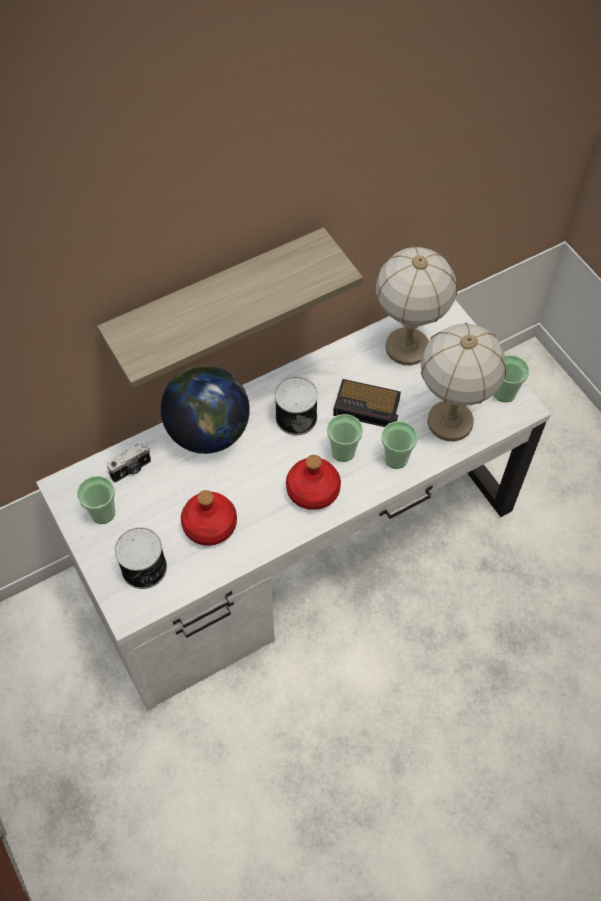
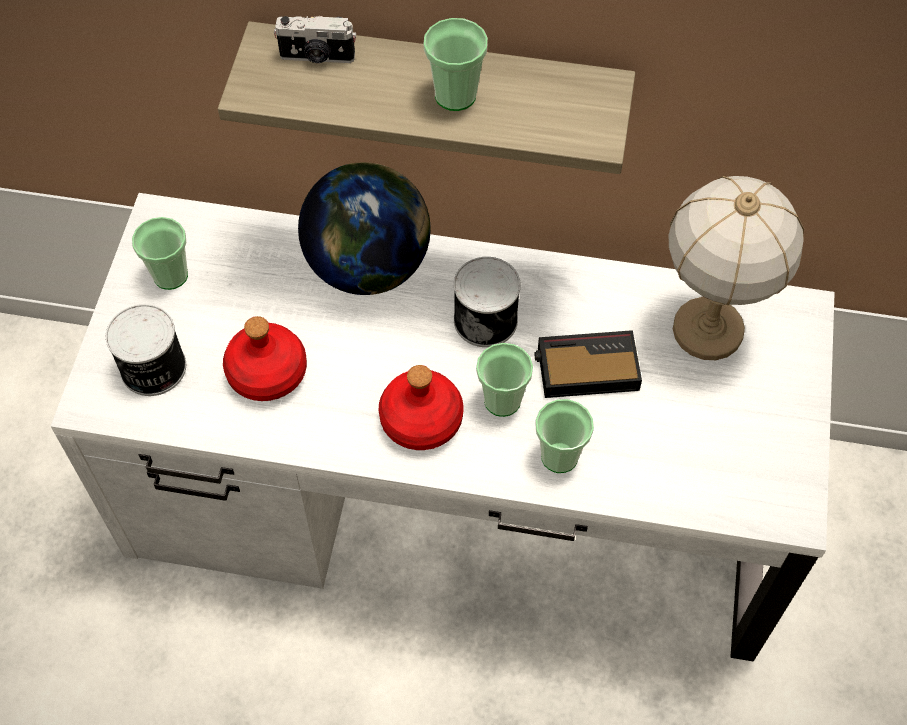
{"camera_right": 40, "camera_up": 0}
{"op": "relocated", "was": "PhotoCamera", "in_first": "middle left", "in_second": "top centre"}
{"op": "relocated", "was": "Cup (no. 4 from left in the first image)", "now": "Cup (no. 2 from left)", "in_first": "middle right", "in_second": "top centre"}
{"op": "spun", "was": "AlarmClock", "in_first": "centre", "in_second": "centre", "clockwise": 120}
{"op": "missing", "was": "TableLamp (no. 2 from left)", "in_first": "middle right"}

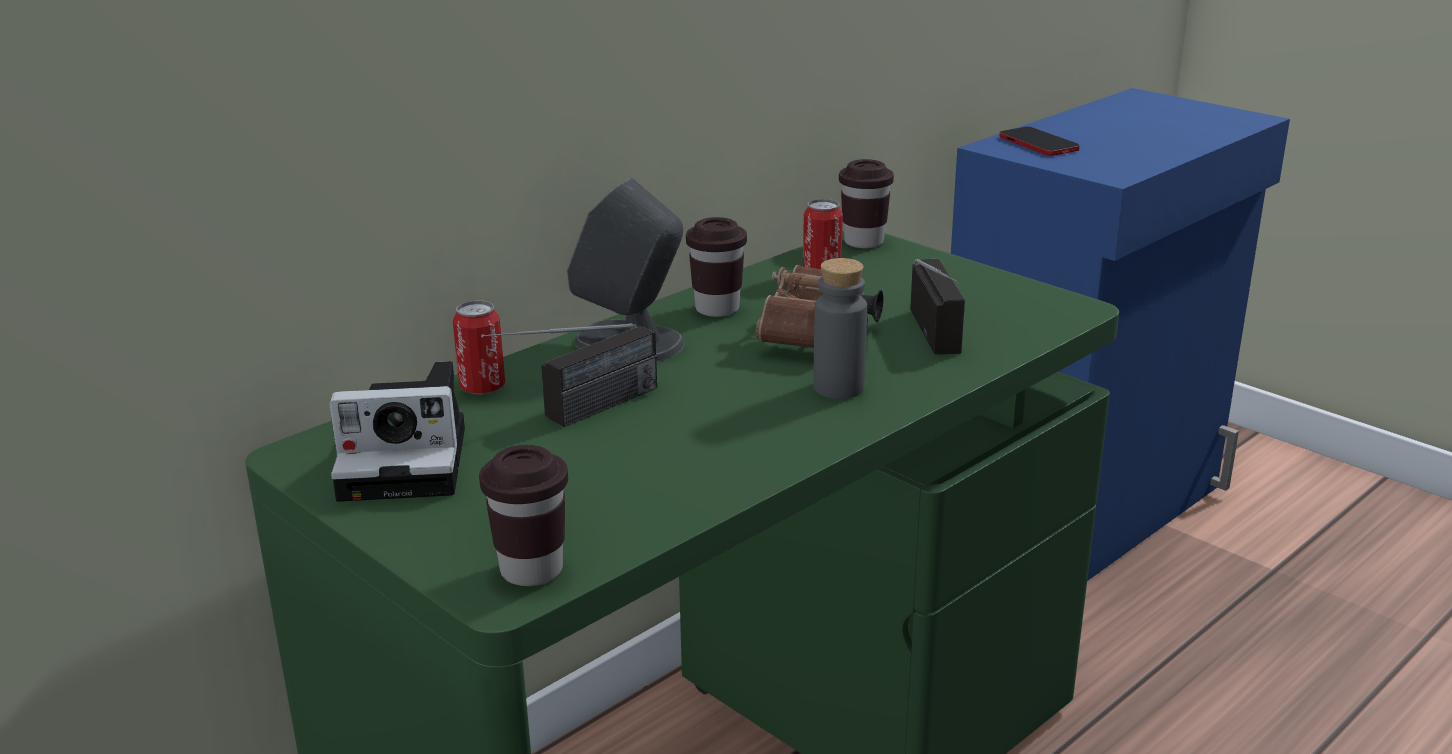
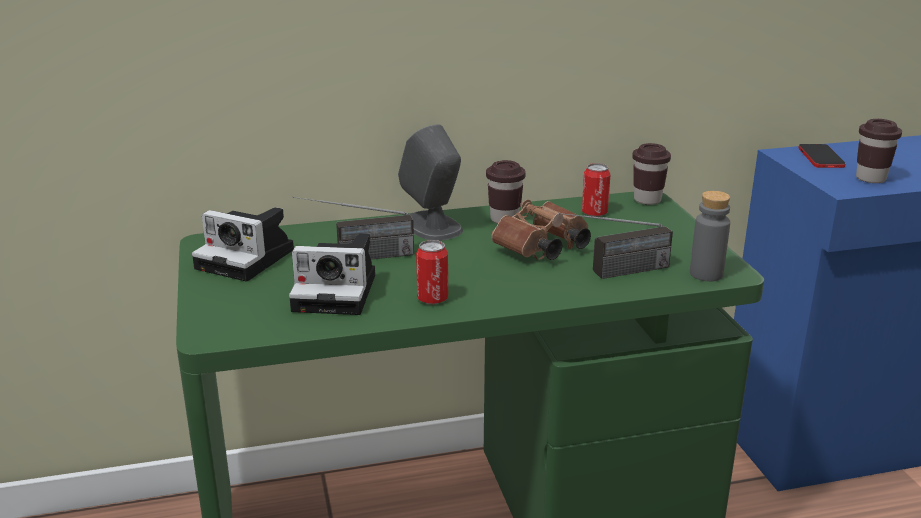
{"camera_right": 30, "camera_up": 0}
{"op": "appeared", "now": "PhotoCamera (no. 2 from left)", "in_second": "centre"}
{"op": "relocated", "was": "Can (no. 1 from left)", "in_first": "middle left", "in_second": "centre"}
{"op": "spun", "was": "Radio (no. 2 from left)", "in_first": "centre", "in_second": "middle right", "clockwise": 45}
{"op": "relocated", "was": "GreyBottle", "in_first": "centre", "in_second": "middle right"}
{"op": "relocated", "was": "BrownCup (no. 1 from left in the first image)", "now": "BrownCup (no. 3 from left)", "in_first": "bottom centre", "in_second": "top right"}

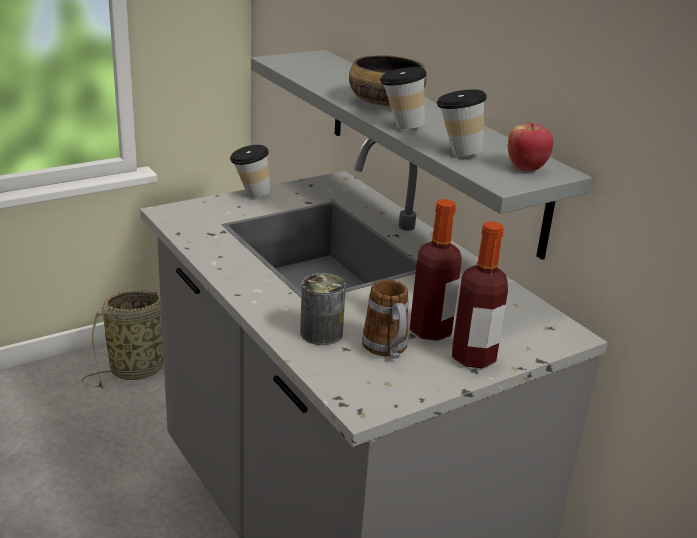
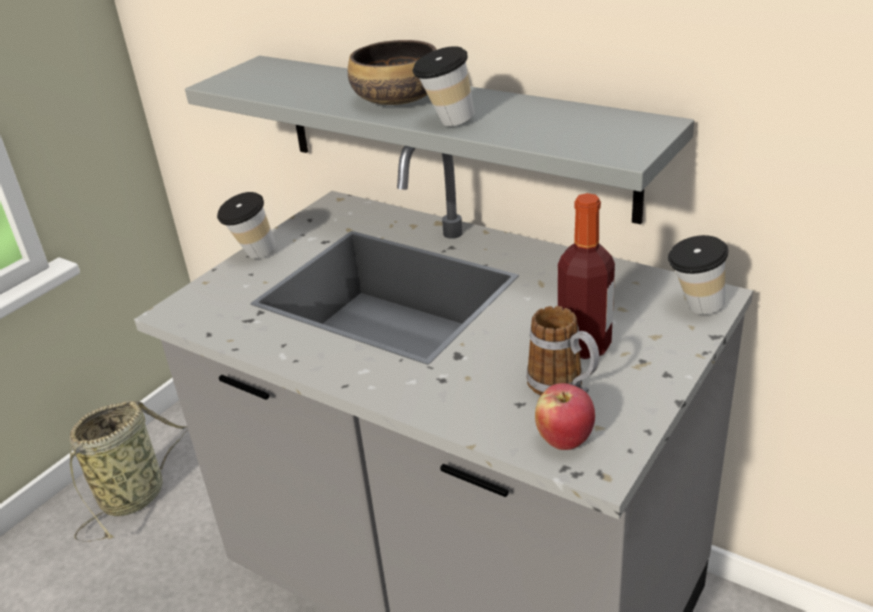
{"camera_right": -20, "camera_up": 5}
{"op": "relocated", "was": "Apple", "in_first": "top right", "in_second": "bottom centre"}
{"op": "relocated", "was": "Cup (no. 3 from left)", "in_first": "top centre", "in_second": "middle right"}
{"op": "missing", "was": "Can", "in_first": "centre"}
{"op": "missing", "was": "Bottle (no. 2 from left)", "in_first": "middle right"}

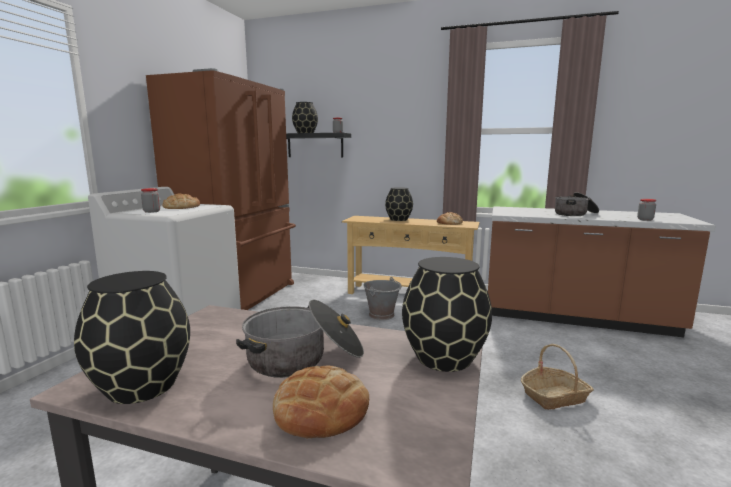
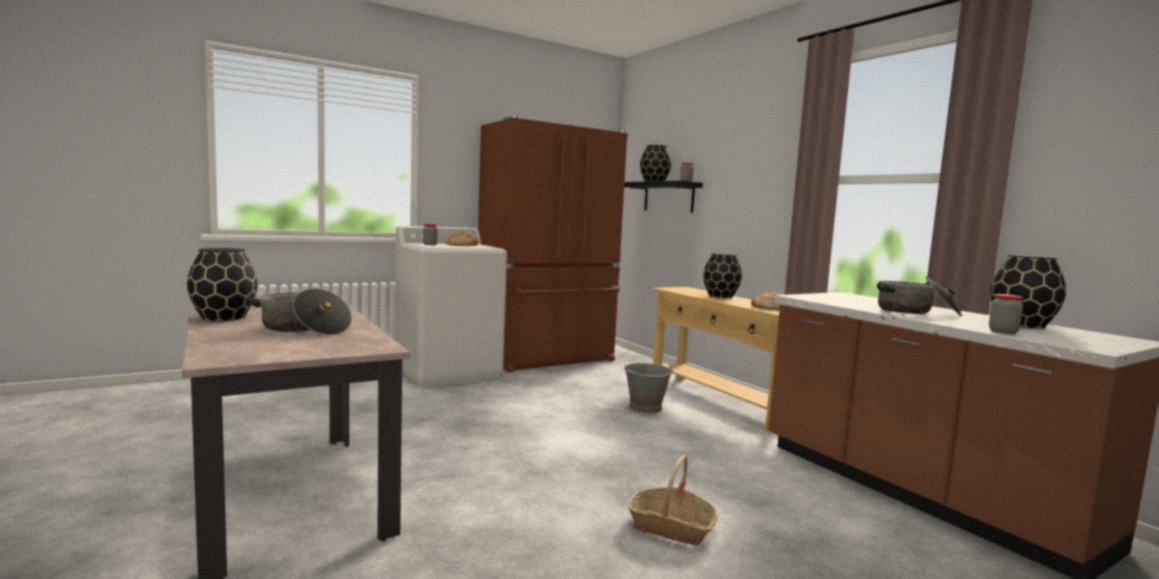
{"camera_right": 40, "camera_up": -5}
{"op": "relocated", "was": "BlackVase (no. 4 from left)", "in_first": "centre", "in_second": "middle right"}
{"op": "missing", "was": "Bread (no. 2 from left)", "in_first": "bottom centre"}

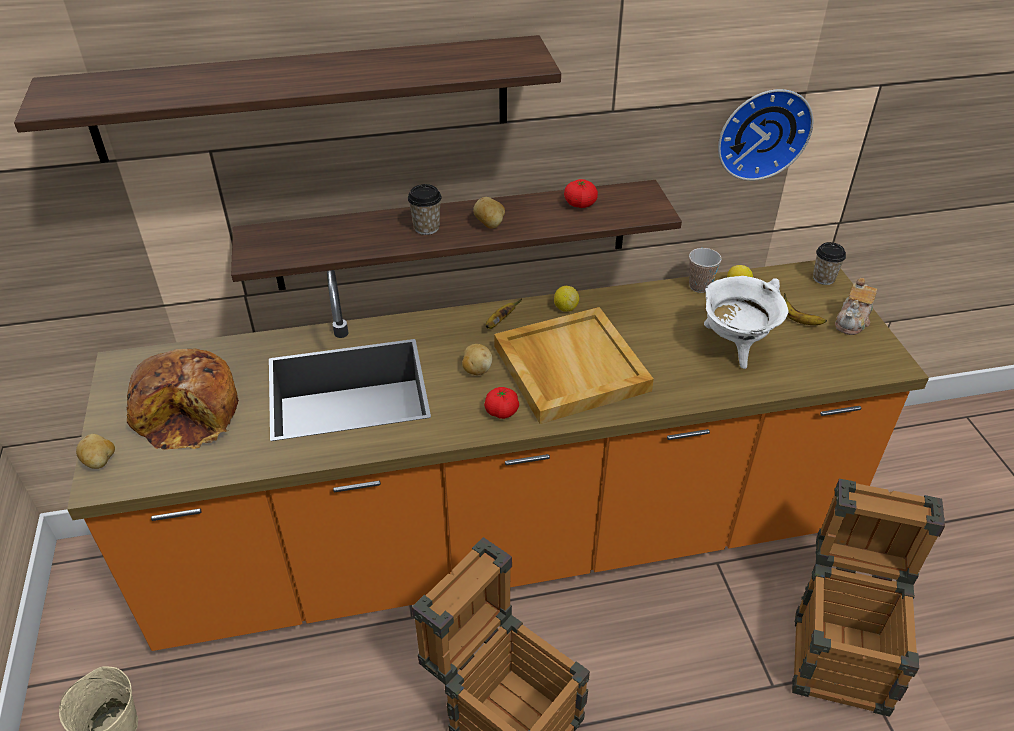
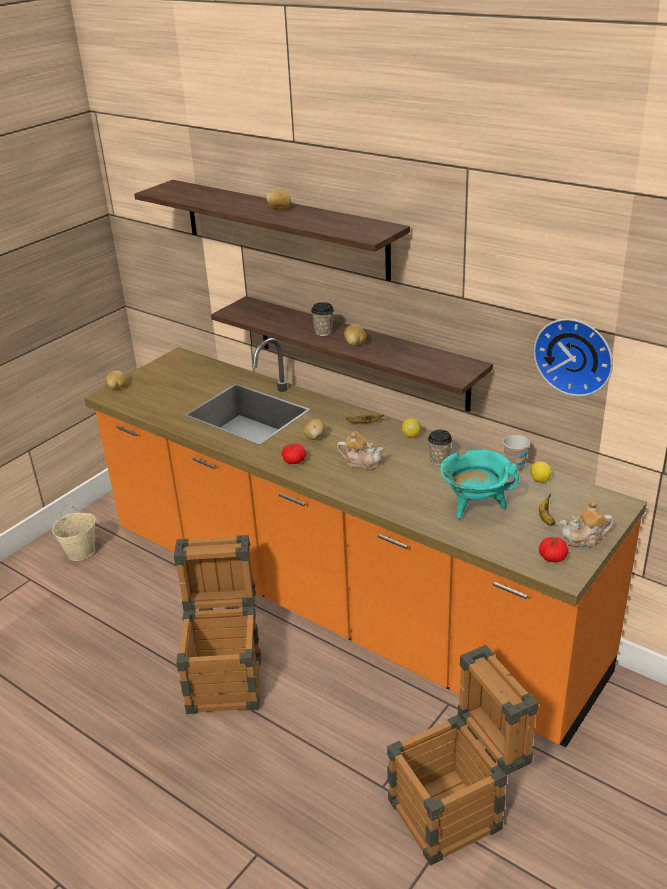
{"camera_right": 50, "camera_up": -10}
{"op": "appeared", "now": "Potato (no. 2 from left)", "in_second": "top centre"}
{"op": "exchanged", "was": "BeigeTray", "now": "Teapot (no. 1 from left)", "in_first": "centre", "in_second": "centre"}
{"op": "relocated", "was": "Cup (no. 3 from left in the first image)", "now": "Cup (no. 2 from left)", "in_first": "middle right", "in_second": "centre"}
{"op": "colour", "was": "WhiteCookingPot", "now": "TurquoiseCookingPot", "in_first": "middle right", "in_second": "middle right"}
{"op": "relocated", "was": "Tomato (no. 2 from left)", "in_first": "top centre", "in_second": "middle right"}
{"op": "missing", "was": "Bread", "in_first": "middle left"}

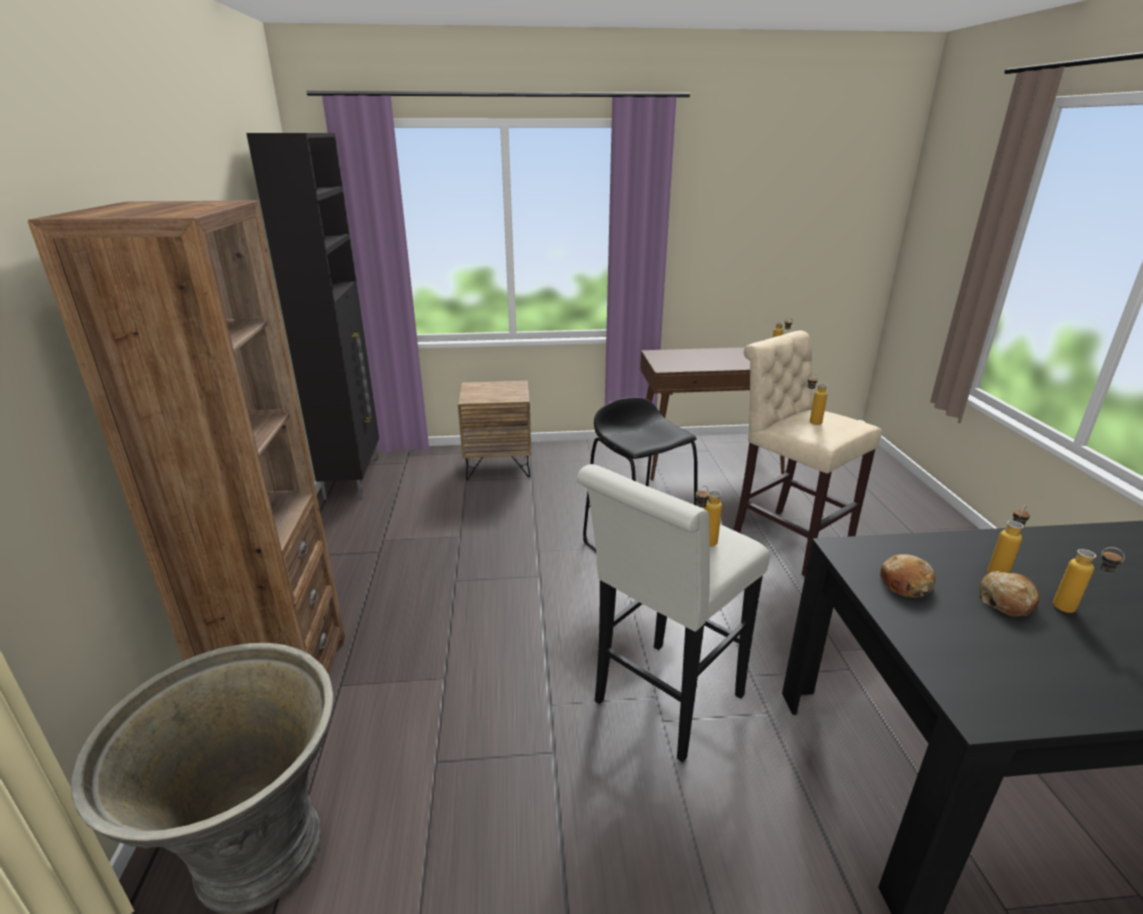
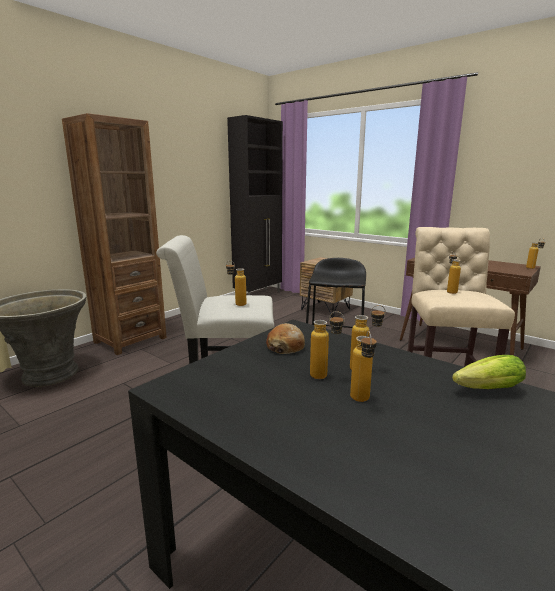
{"camera_right": 45, "camera_up": -10}
{"op": "exchanged", "was": "Bread (no. 2 from left)", "now": "Bottle (no. 2 from left)", "in_first": "middle right", "in_second": "centre"}
{"op": "appeared", "now": "Lettuce", "in_second": "middle right"}

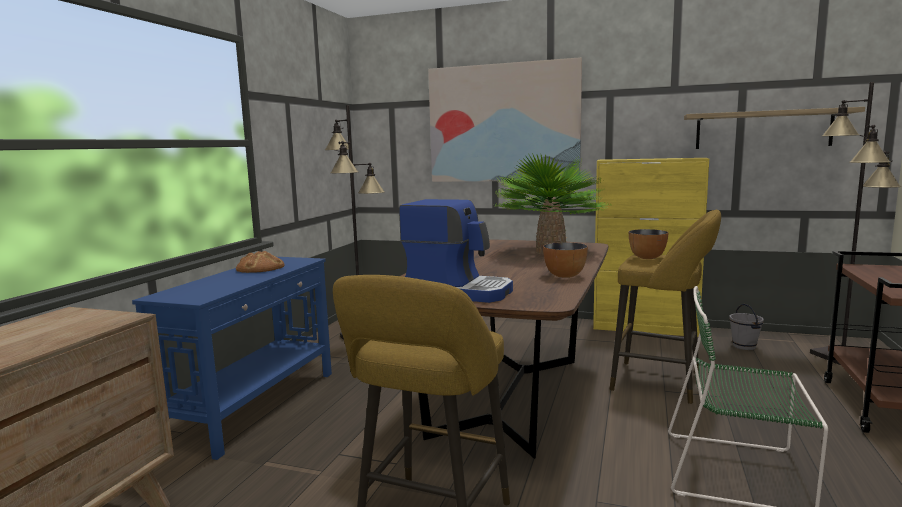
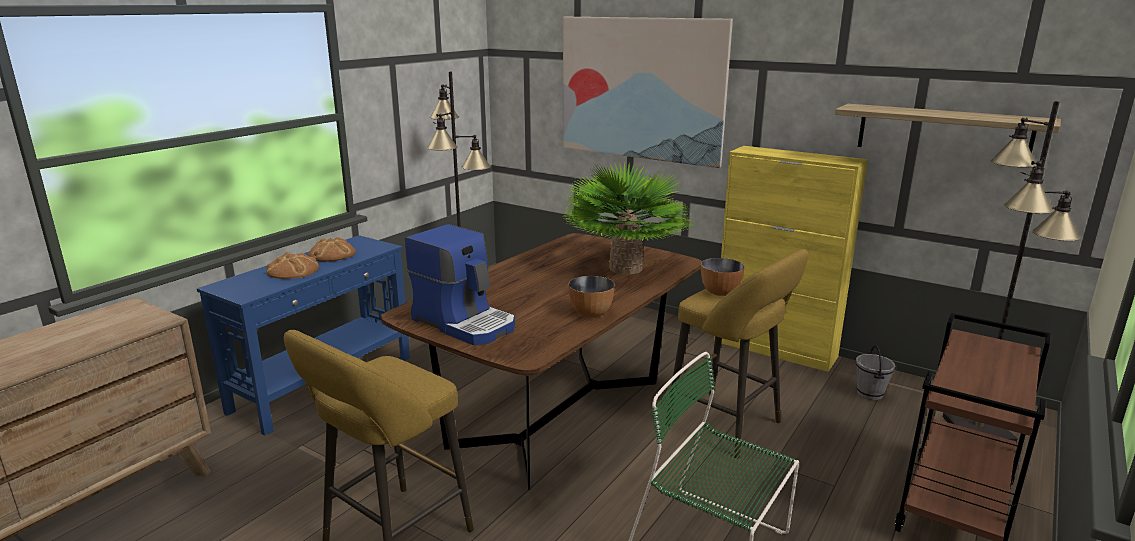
{"camera_right": 15, "camera_up": 10}
{"op": "appeared", "now": "Bread (no. 1 from left)", "in_second": "middle left"}

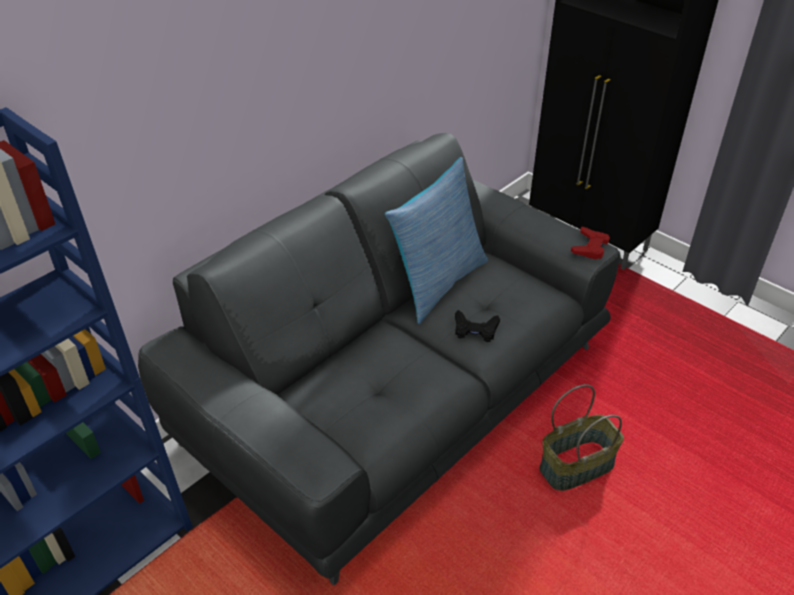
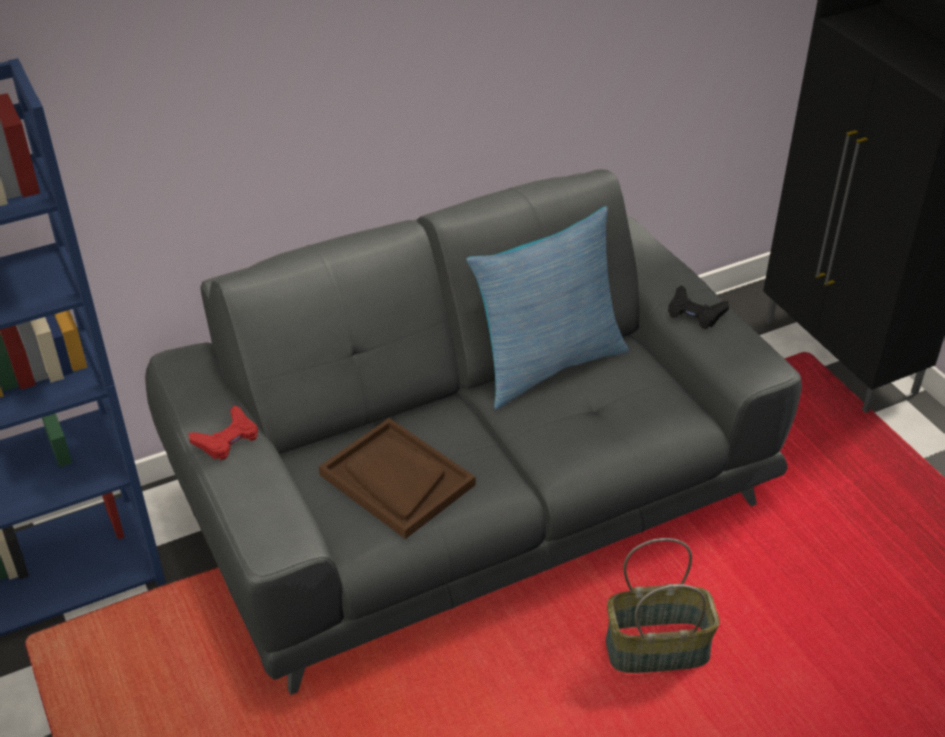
{"camera_right": 20, "camera_up": 0}
{"op": "relocated", "was": "RedGameController", "in_first": "middle right", "in_second": "middle left"}
{"op": "appeared", "now": "BrownTray", "in_second": "centre"}
{"op": "relocated", "was": "BlackGameController", "in_first": "centre", "in_second": "middle right"}

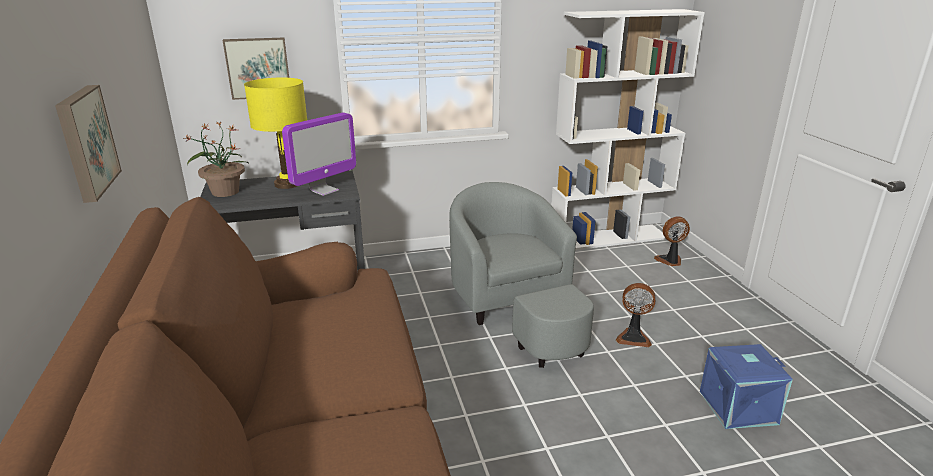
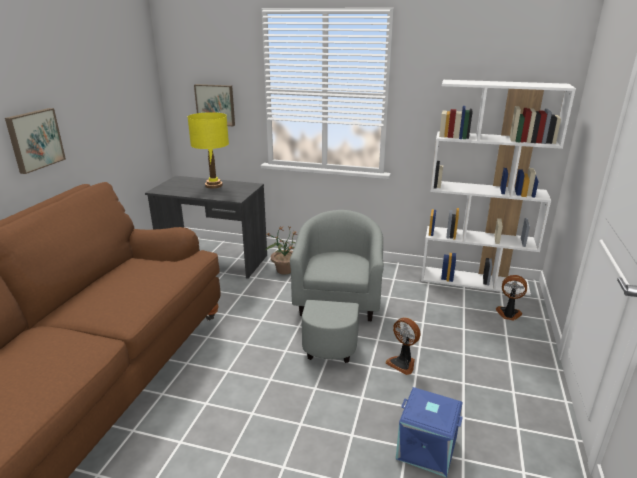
{"camera_right": 30, "camera_up": 0}
{"op": "relocated", "was": "PottedPlant", "in_first": "middle left", "in_second": "centre"}
{"op": "missing", "was": "Monitor", "in_first": "top centre"}

